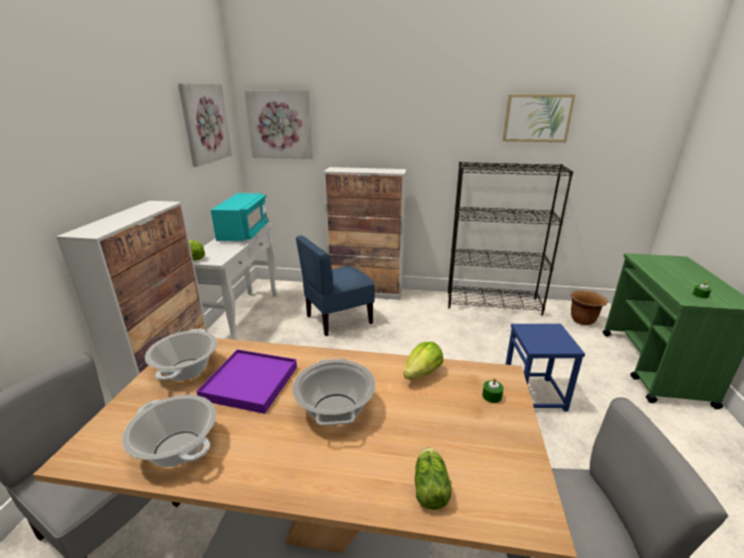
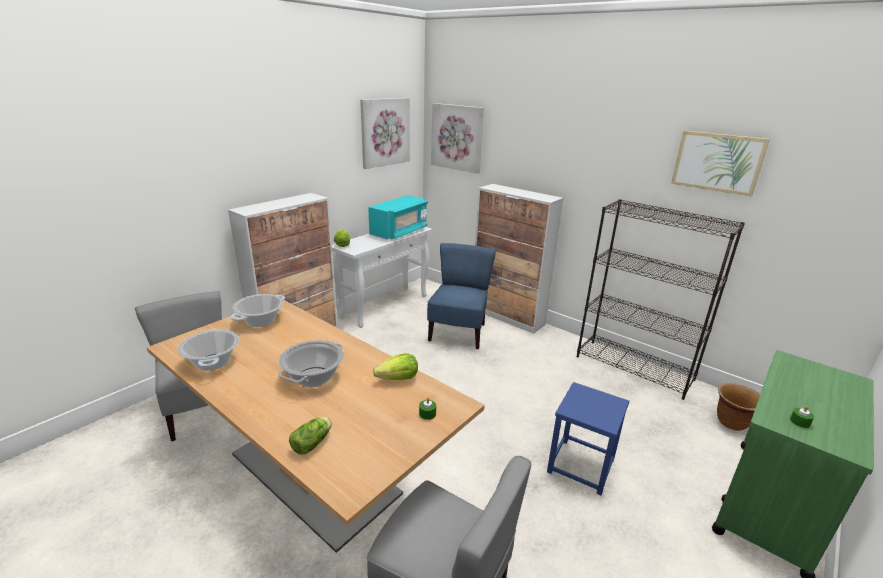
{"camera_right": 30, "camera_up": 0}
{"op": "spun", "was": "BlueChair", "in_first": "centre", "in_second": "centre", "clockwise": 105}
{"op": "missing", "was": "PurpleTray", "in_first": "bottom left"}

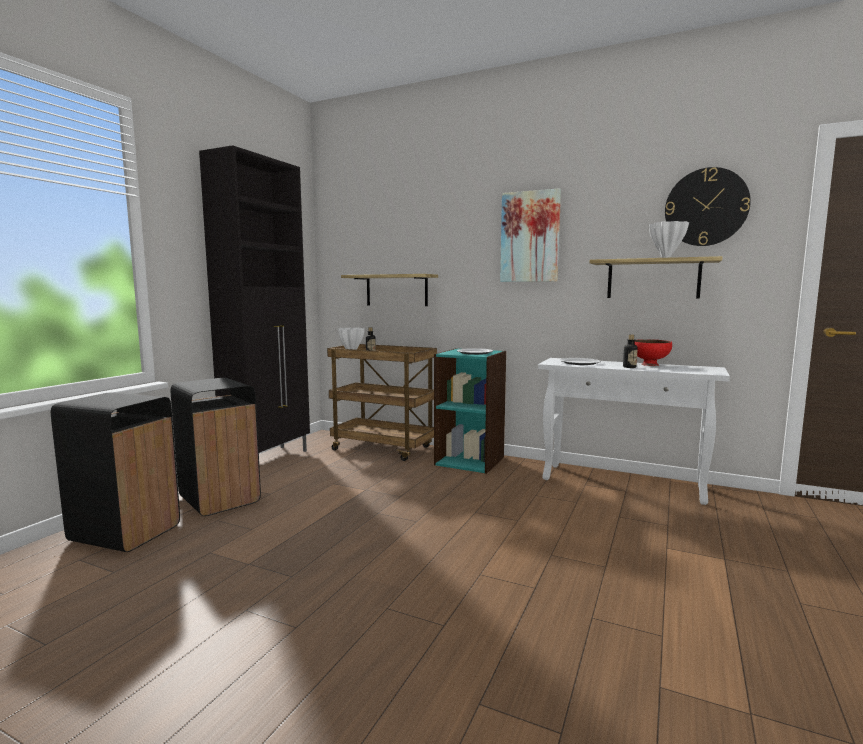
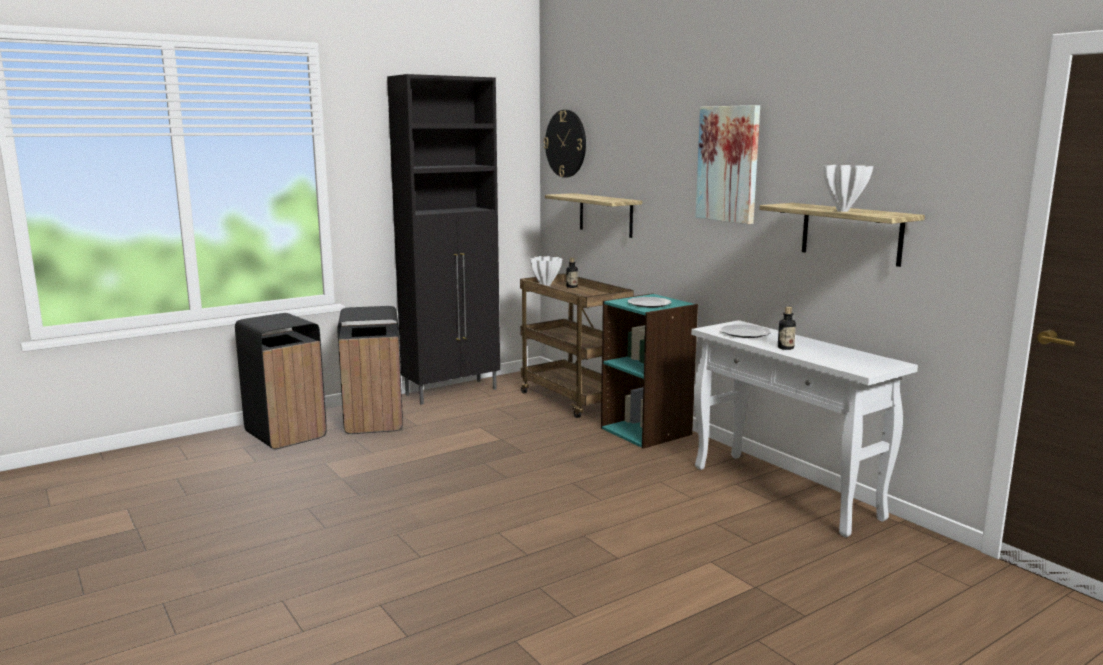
{"camera_right": 30, "camera_up": 5}
{"op": "relocated", "was": "WallClock", "in_first": "top right", "in_second": "top centre"}
{"op": "missing", "was": "RedBowl", "in_first": "middle right"}

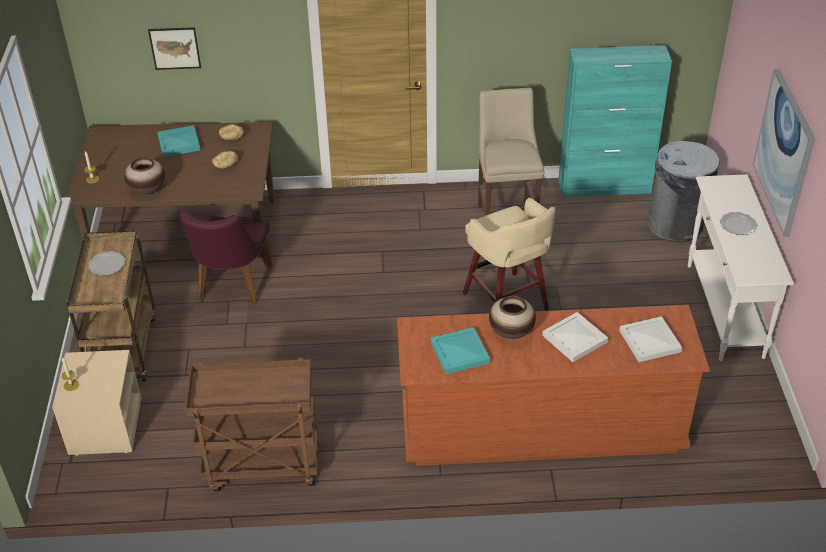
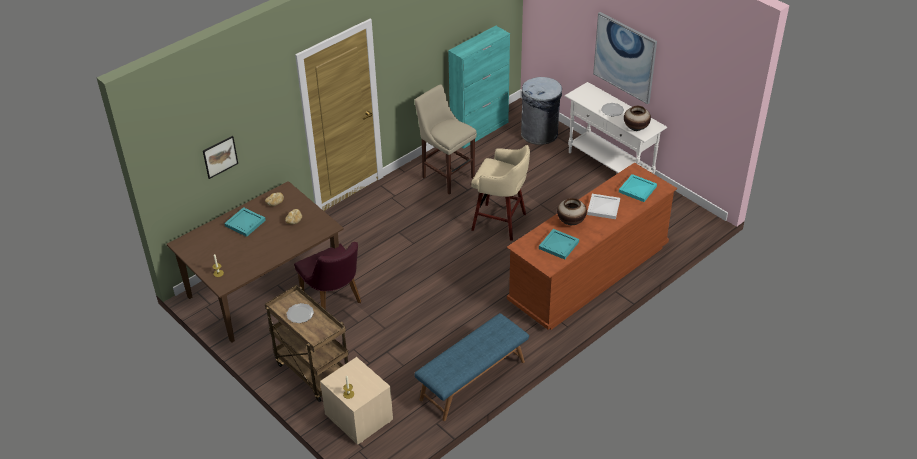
{"camera_right": -40, "camera_up": 0}
{"op": "exchanged", "was": "BrownCart (no. 2 from left)", "now": "BlueBench", "in_first": "bottom left", "in_second": "bottom centre"}
{"op": "colour", "was": "WhiteTray (no. 2 from left)", "now": "TurquoiseTray (no. 3 from left)", "in_first": "middle right", "in_second": "middle right"}
{"op": "relocated", "was": "Vase (no. 1 from left in the first image)", "now": "Vase (no. 2 from left)", "in_first": "top left", "in_second": "top right"}

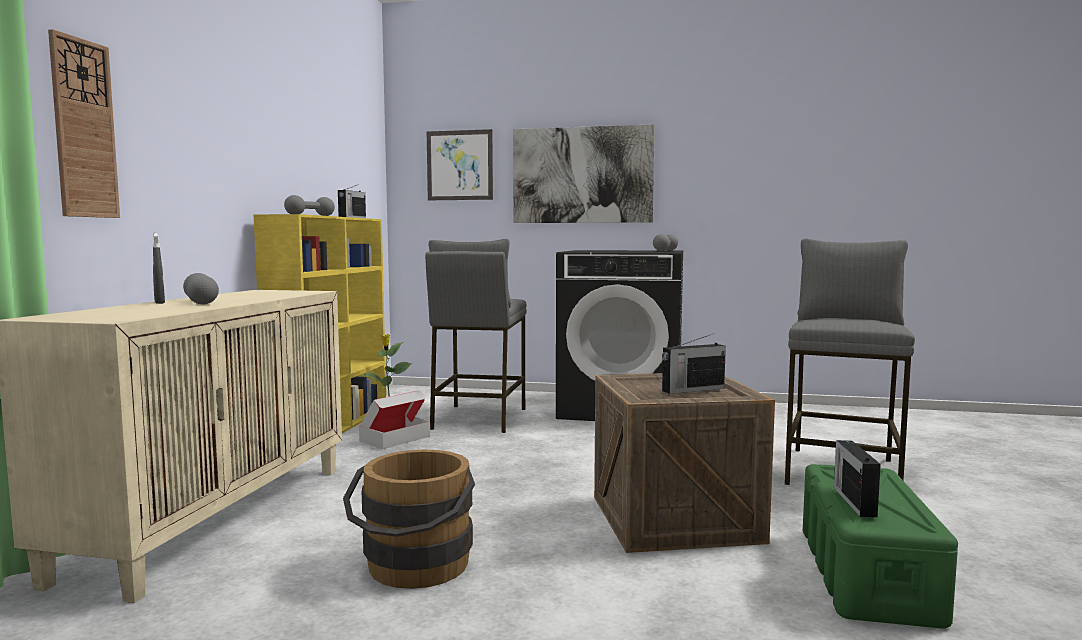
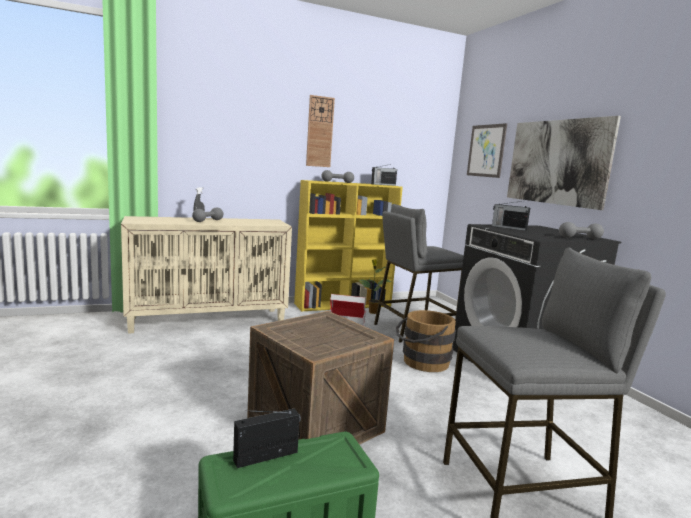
{"camera_right": 55, "camera_up": 5}
{"op": "relocated", "was": "WallClock", "in_first": "top left", "in_second": "top centre"}
{"op": "relocated", "was": "BrownBucket", "in_first": "bottom centre", "in_second": "centre"}
{"op": "relocated", "was": "Radio (no. 2 from left in the first image)", "now": "Radio (no. 3 from left)", "in_first": "centre", "in_second": "middle right"}

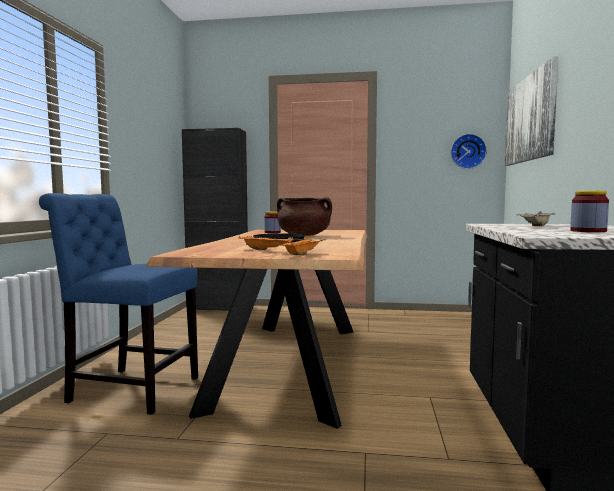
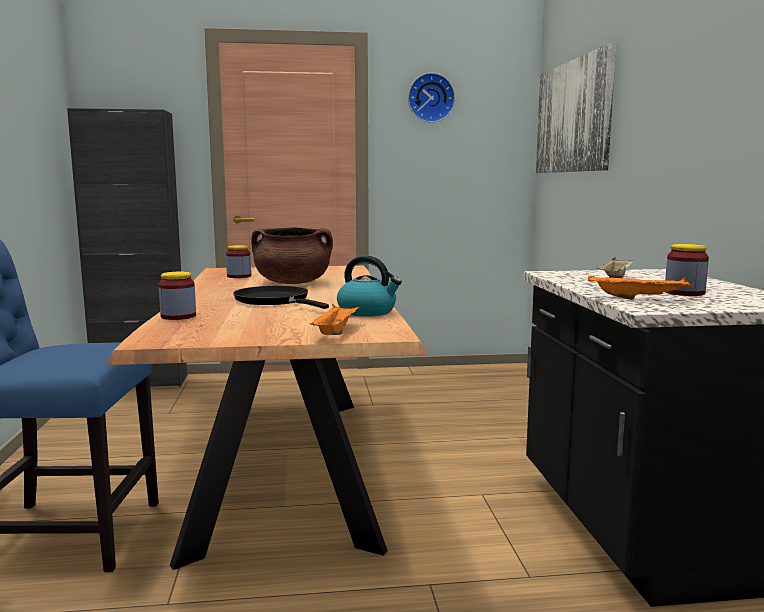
{"camera_right": -15, "camera_up": 5}
{"op": "appeared", "now": "Jar (no. 1 from left)", "in_second": "middle left"}
{"op": "appeared", "now": "Kettle", "in_second": "centre"}
{"op": "relocated", "was": "WallClock", "in_first": "top right", "in_second": "top centre"}
{"op": "relocated", "was": "OrangeTray (no. 1 from left in the first image)", "now": "OrangeTray (no. 2 from left)", "in_first": "centre", "in_second": "middle right"}

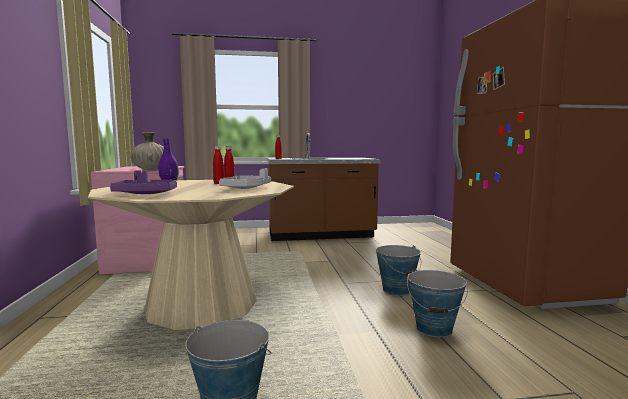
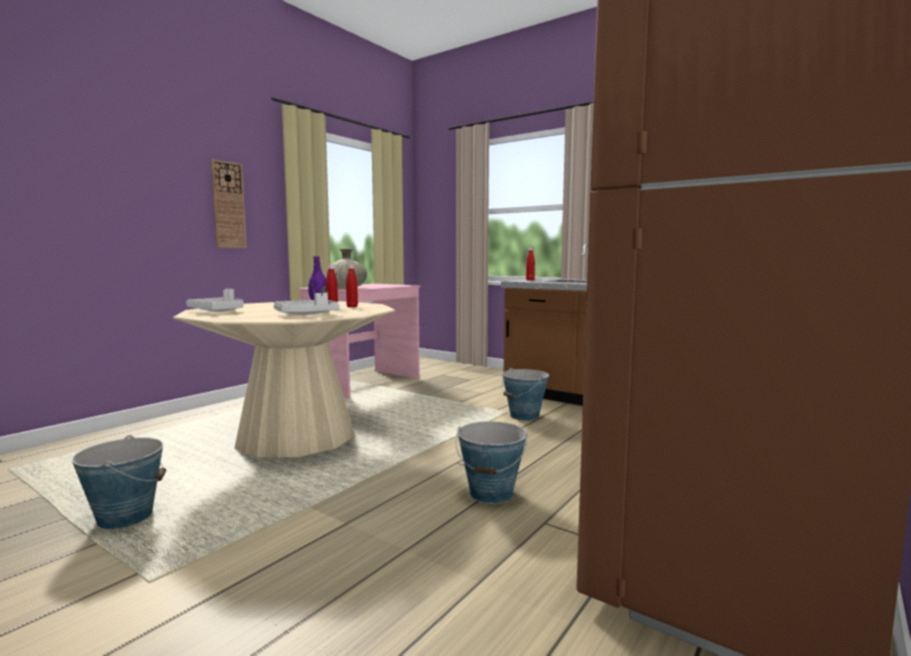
{"camera_right": 45, "camera_up": 0}
{"op": "colour", "was": "PurpleTray", "now": "GreyTray (no. 1 from left)", "in_first": "middle left", "in_second": "middle left"}
{"op": "appeared", "now": "WallClock", "in_second": "top left"}
{"op": "relocated", "was": "Bucket (no. 3 from left)", "in_first": "bottom right", "in_second": "centre"}

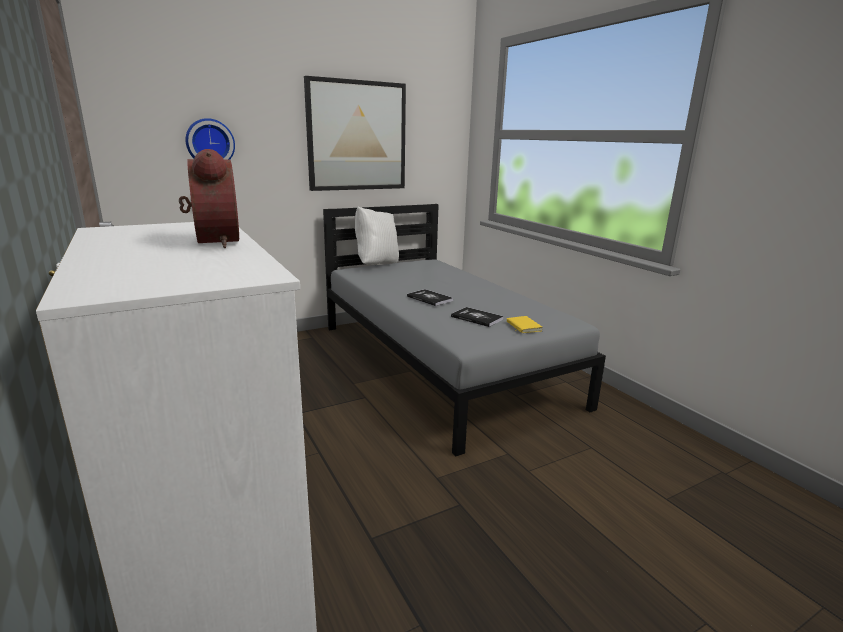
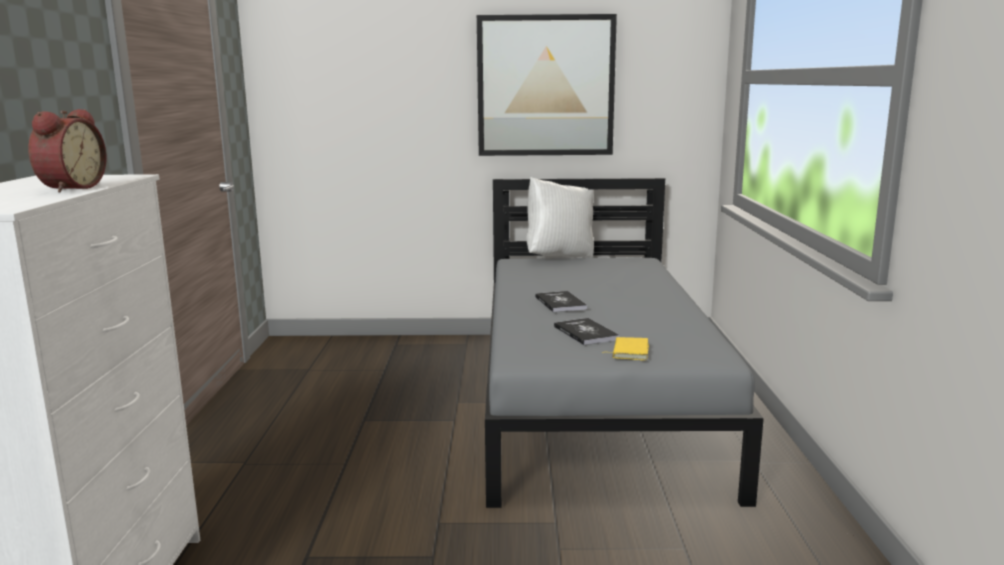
{"camera_right": 30, "camera_up": -5}
{"op": "missing", "was": "WallClock", "in_first": "top left"}

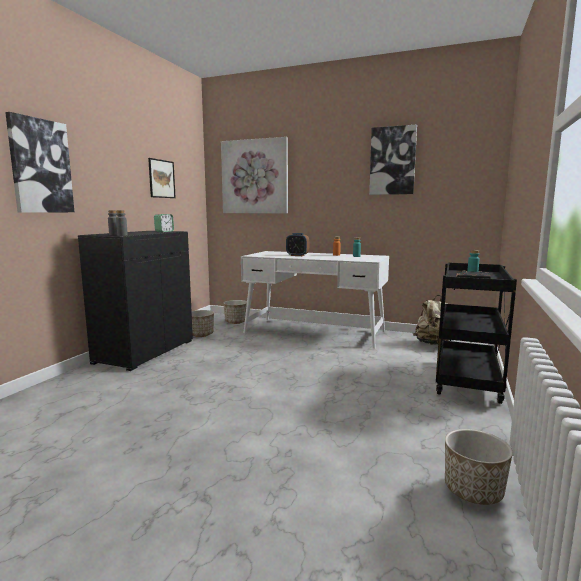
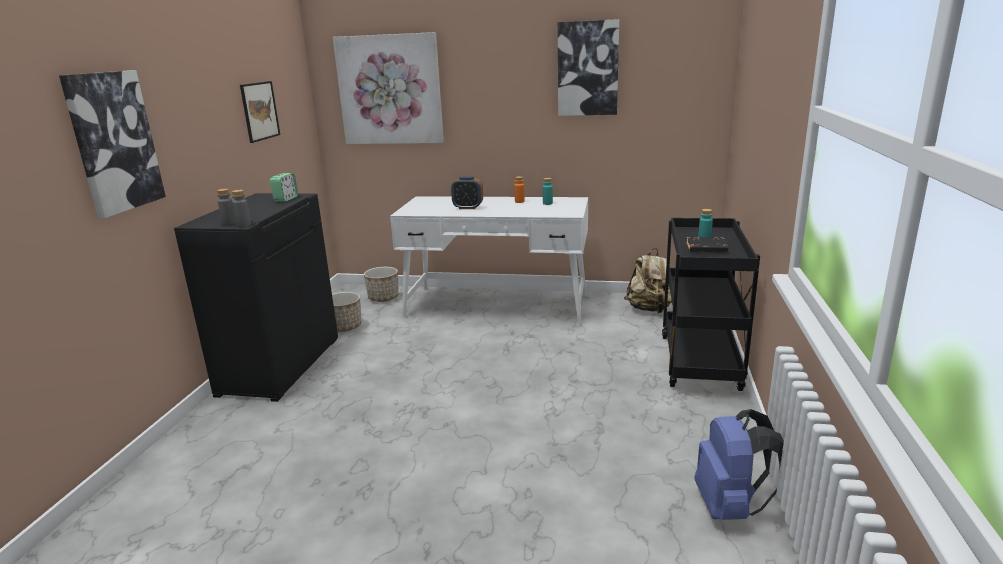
{"camera_right": -10, "camera_up": 10}
{"op": "exchanged", "was": "Planter (no. 3 from left)", "now": "BlueBackpack", "in_first": "bottom right", "in_second": "bottom right"}

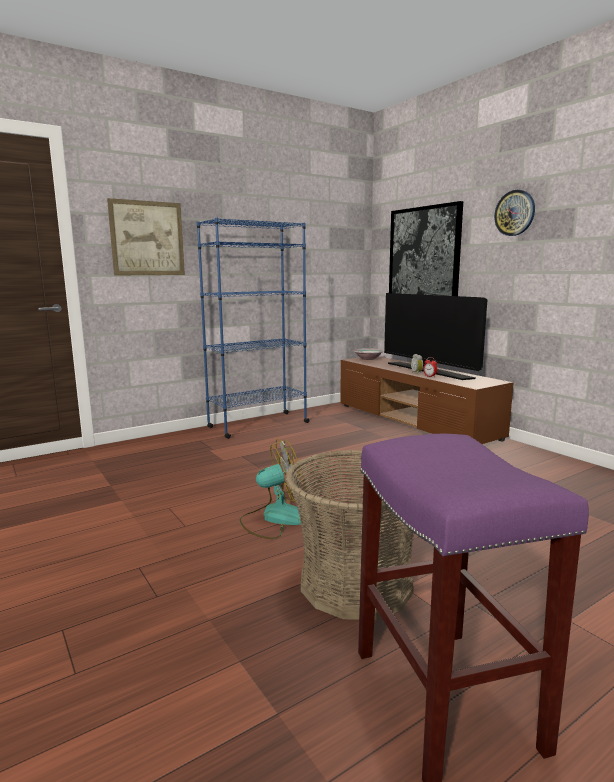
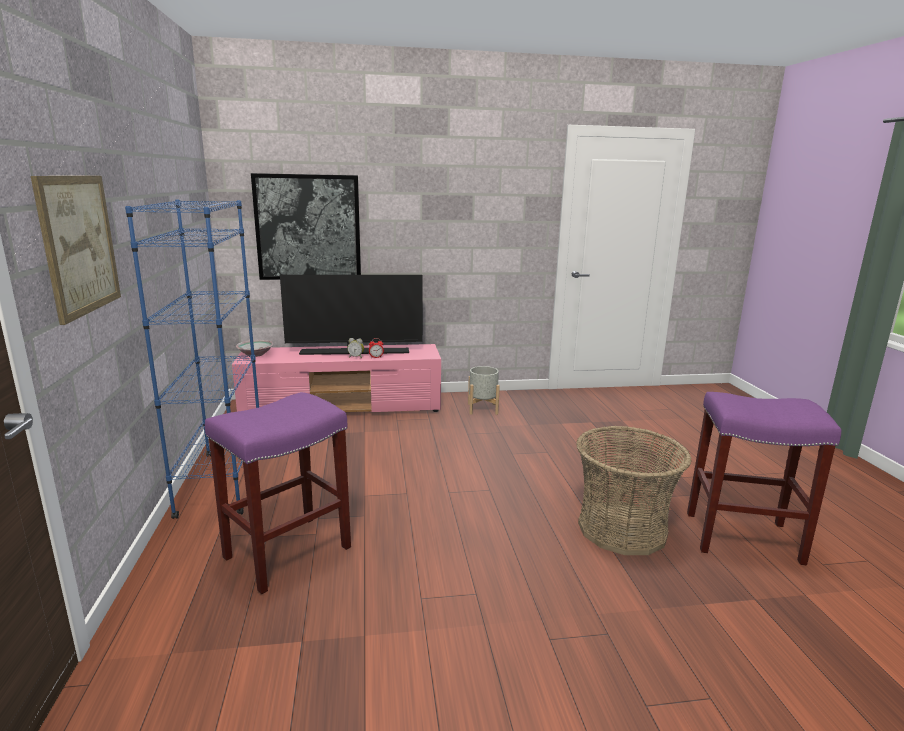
{"camera_right": -65, "camera_up": 5}
{"op": "appeared", "now": "PurpleStool (no. 1 from left)", "in_second": "bottom left"}
{"op": "colour", "was": "BrownTvStand", "now": "PinkTvStand", "in_first": "middle right", "in_second": "centre"}
{"op": "appeared", "now": "GreyPlanter", "in_second": "centre"}
{"op": "missing", "was": "Fan", "in_first": "centre"}
{"op": "missing", "was": "WallClock", "in_first": "top right"}

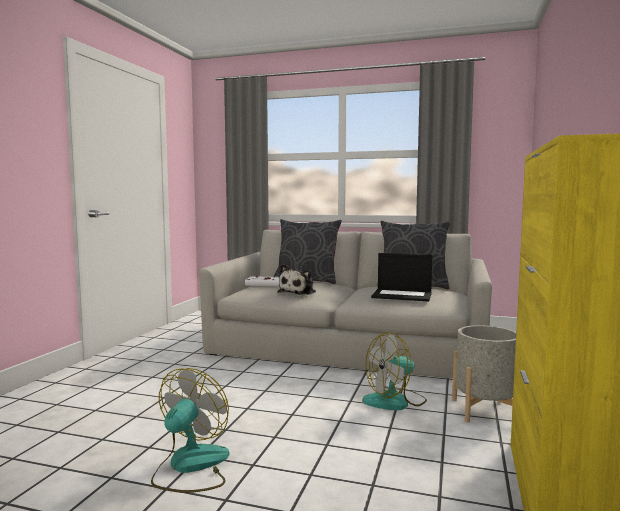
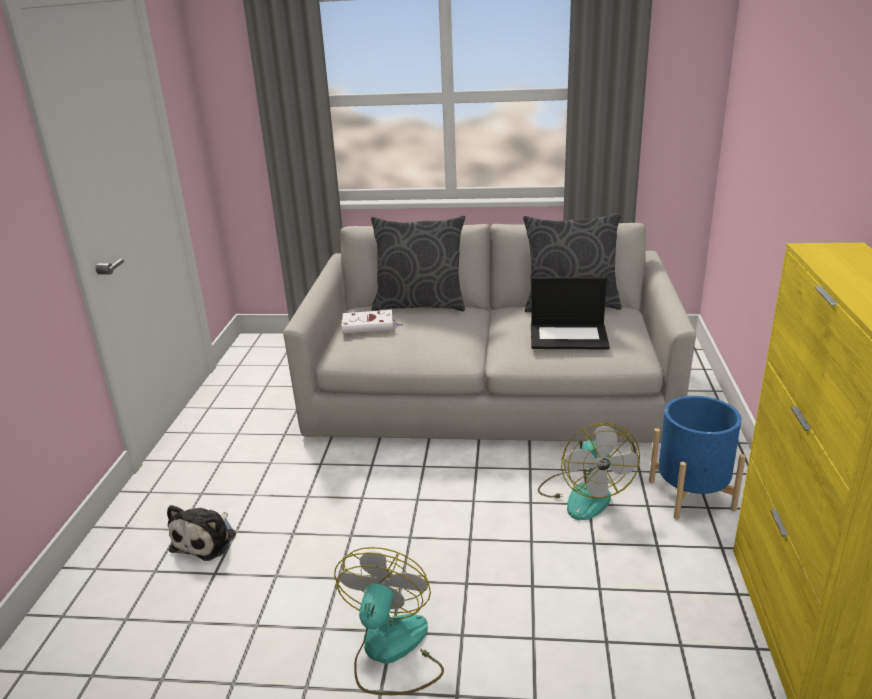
{"camera_right": -10, "camera_up": 20}
{"op": "relocated", "was": "PlushToy", "in_first": "centre", "in_second": "bottom left"}
{"op": "spun", "was": "Fan (no. 2 from left)", "in_first": "bottom centre", "in_second": "bottom right", "clockwise": -60}
{"op": "colour", "was": "GreyPlanter", "now": "BluePlanter", "in_first": "bottom right", "in_second": "middle right"}

